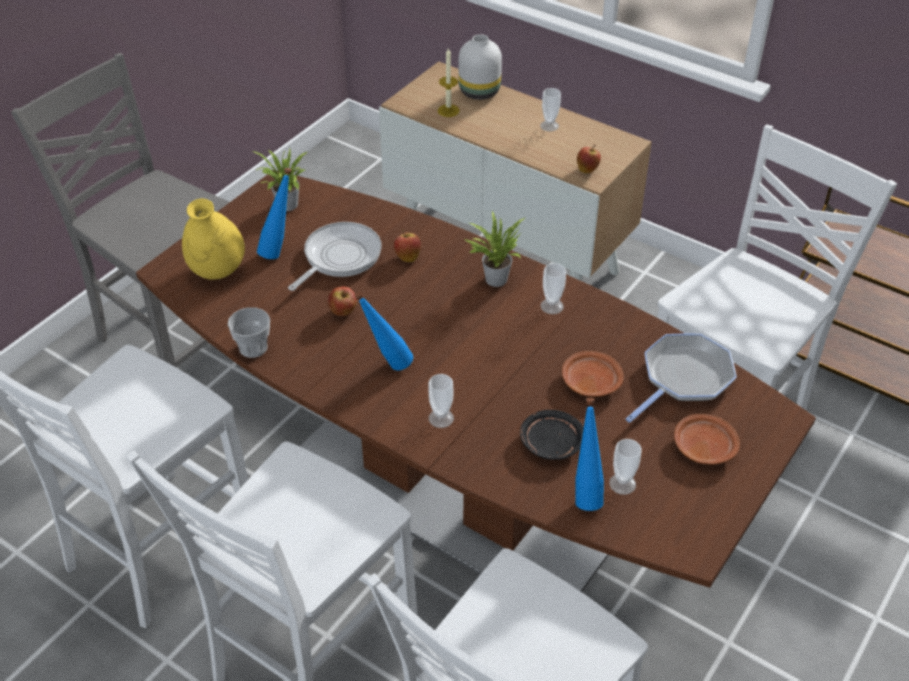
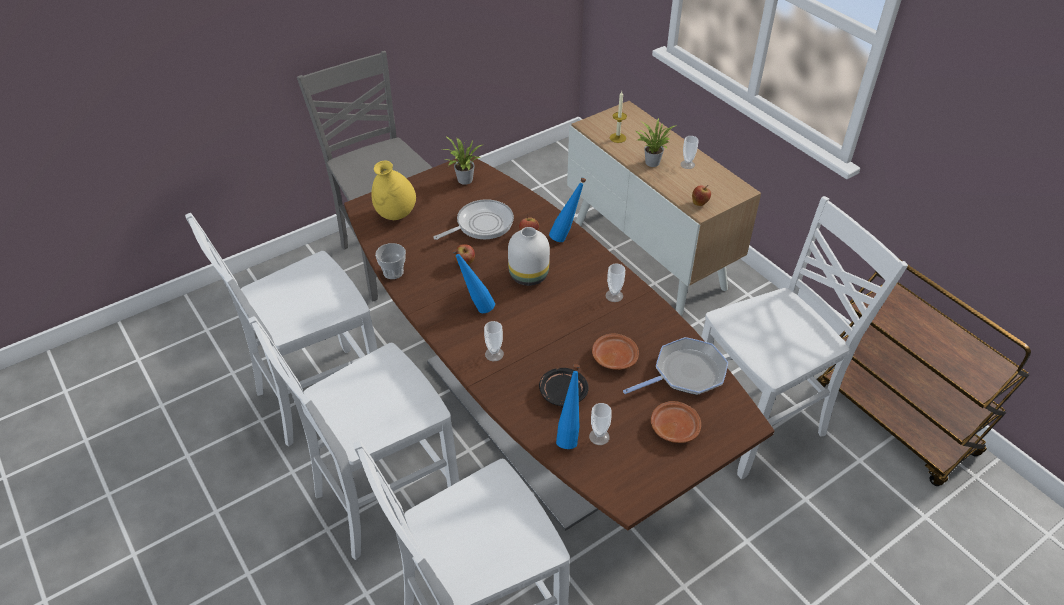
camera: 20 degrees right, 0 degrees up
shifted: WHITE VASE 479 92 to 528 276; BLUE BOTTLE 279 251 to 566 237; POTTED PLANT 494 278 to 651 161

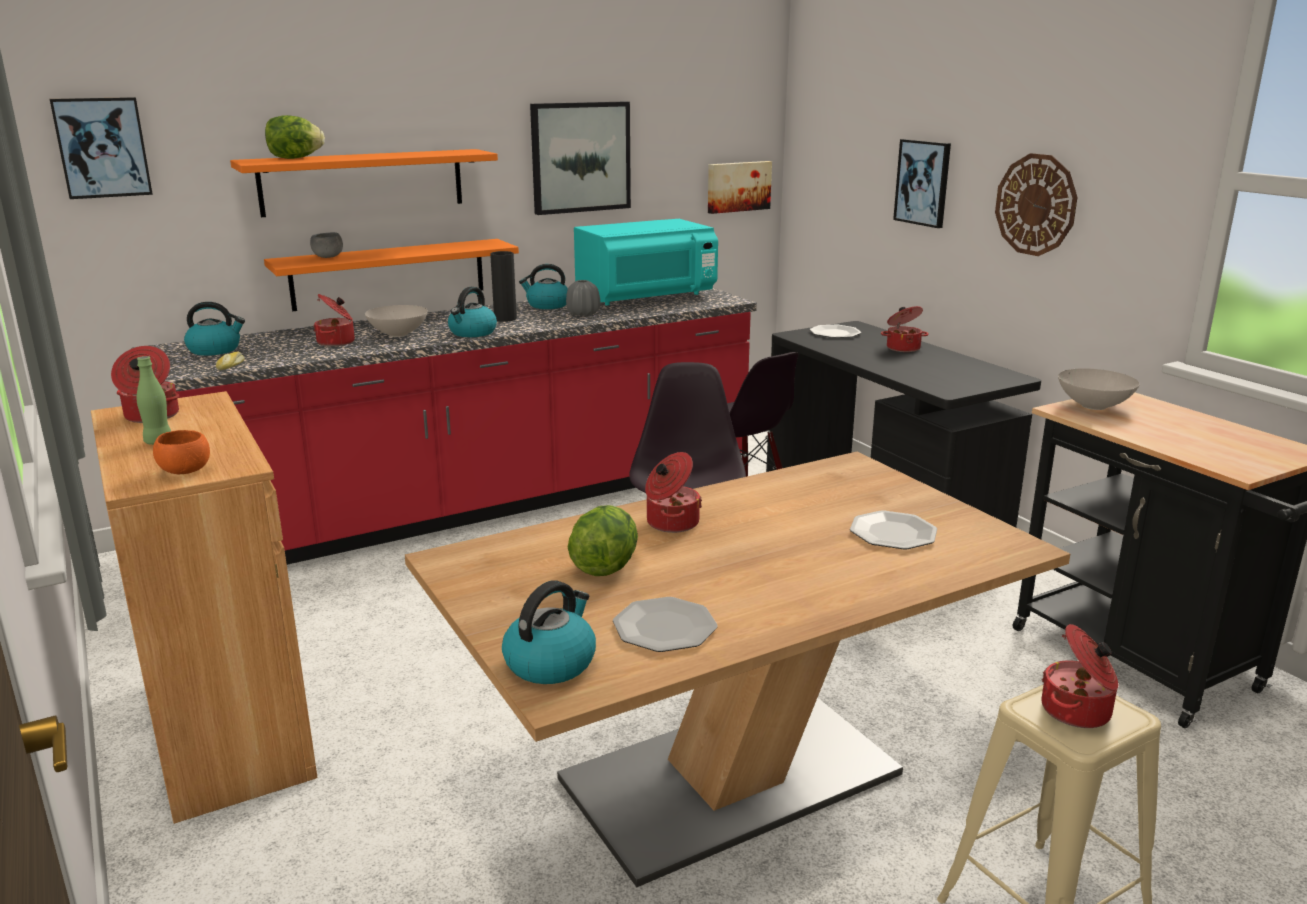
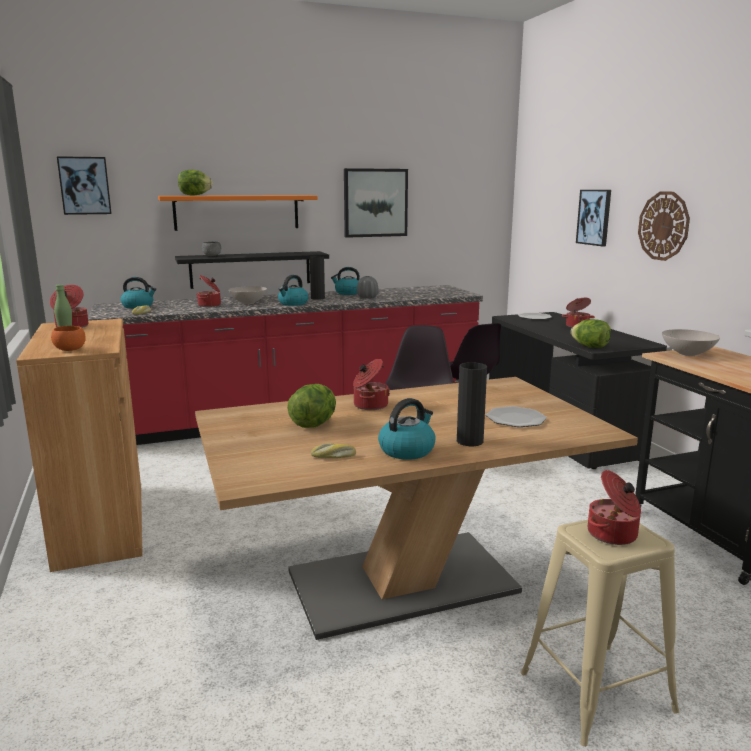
camera: 10 degrees right, 5 degrees down
gone: TURQUOISE MICROWAVE 646 298; PICTURE 738 186
new: BLACK VASE 470 441; LETTUCE 590 347
shifted: KETTLE 551 662 to 407 450
swapped: PLATE 665 627 to BREAD 333 456
repainted: ORANGE SHELF 389 274 to BLACK SHELF 251 269

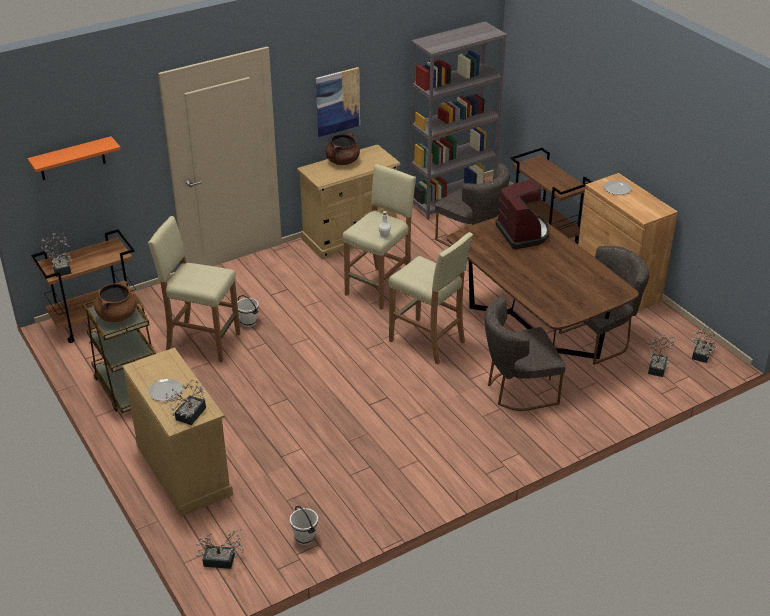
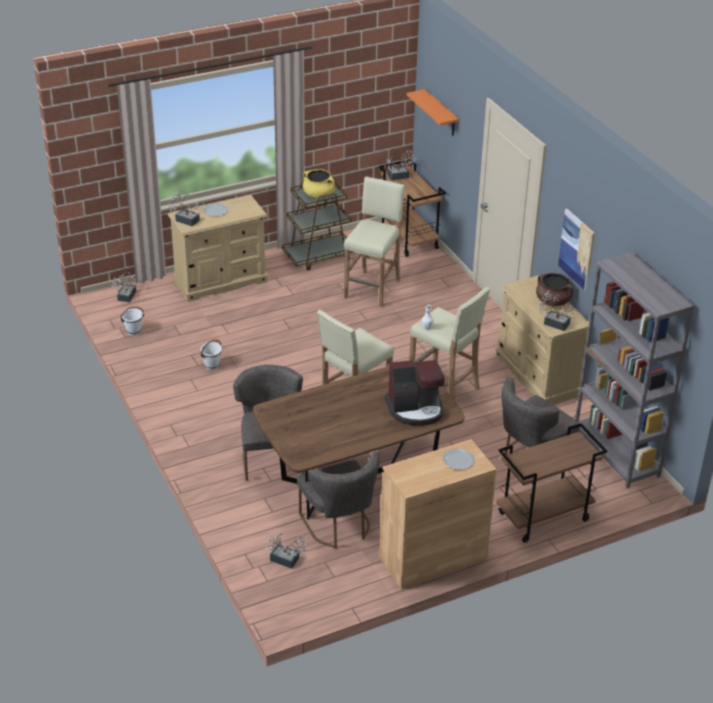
camera: 95 degrees right, 0 degrees up
shifted: WHITE BUCKET 248 322 to 211 365; POTTED PLANT 700 356 to 554 322
repainted: BROWN COOKING POT 117 315 to YELLOW COOKING POT 319 194

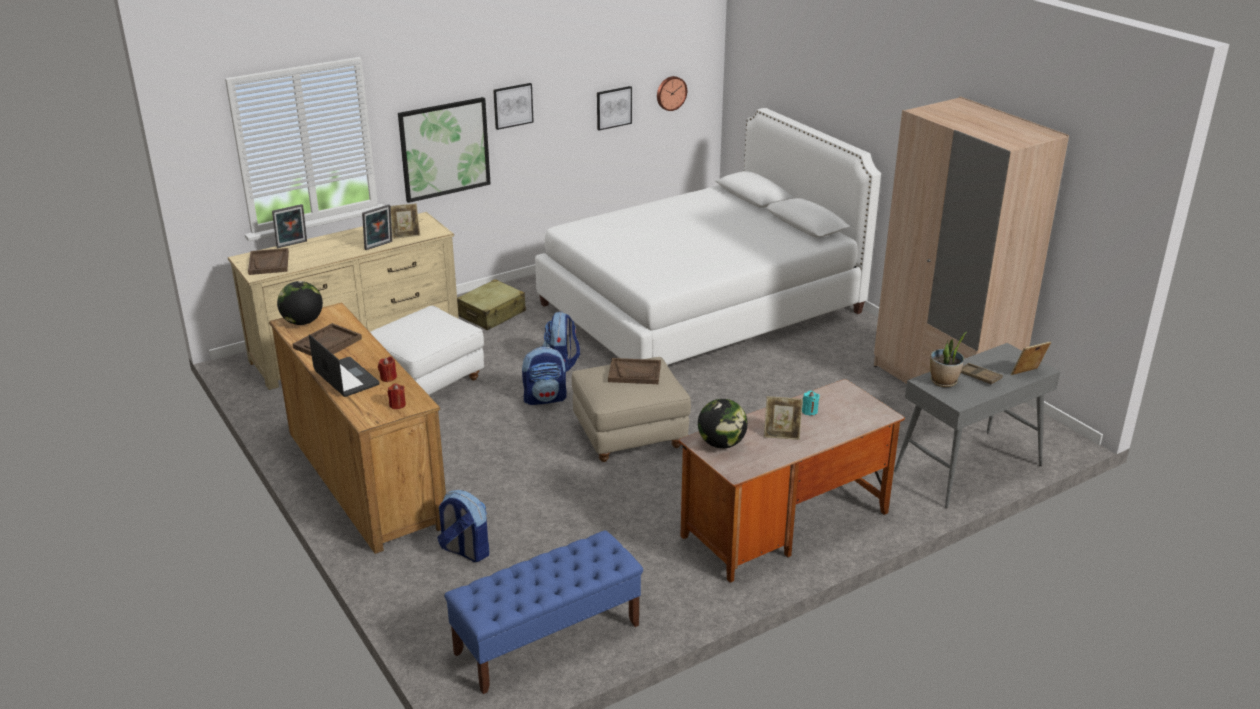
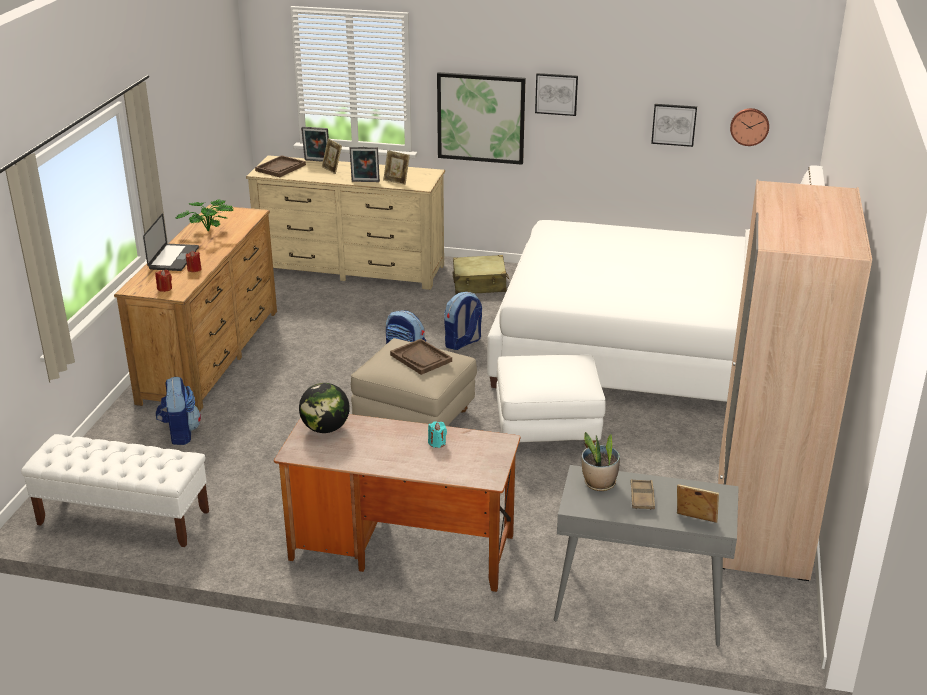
camera: 45 degrees right, 0 degrees up
gone: GLOBE 302 322
shifted: PICTURE FRAME 781 435 to 332 169; WHITE OTTOMAN 427 381 to 547 429
swapped: BROWN TRAY 327 343 to POTTED PLANT 208 232
repainted: BLUE BENCH 547 639 to WHITE BENCH 123 518

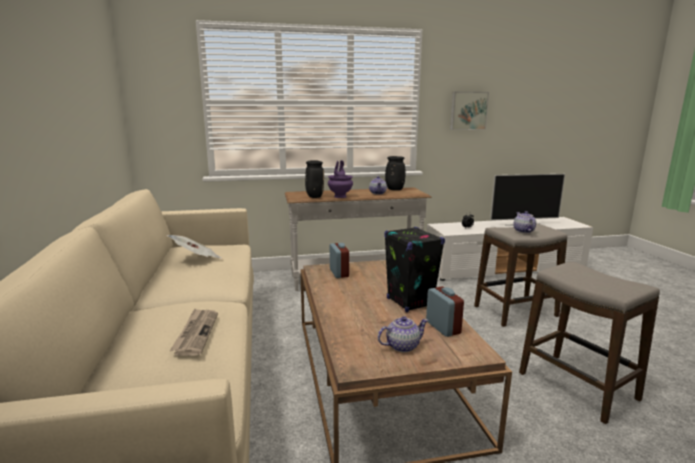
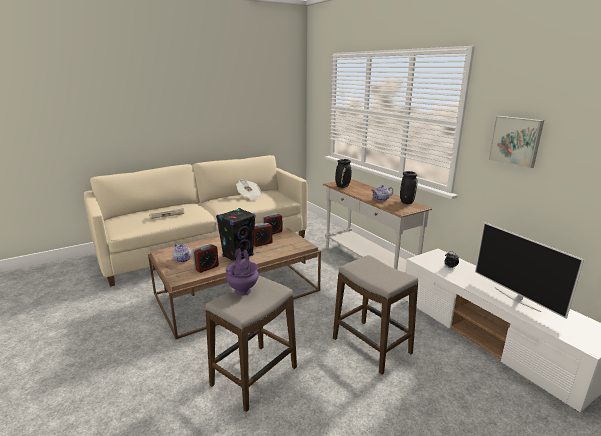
camera: 70 degrees right, 5 degrees up
gone: TEAPOT 523 231
new: ALARM CLOCK 262 243
shifted: PURPLE VASE 340 196 to 243 291

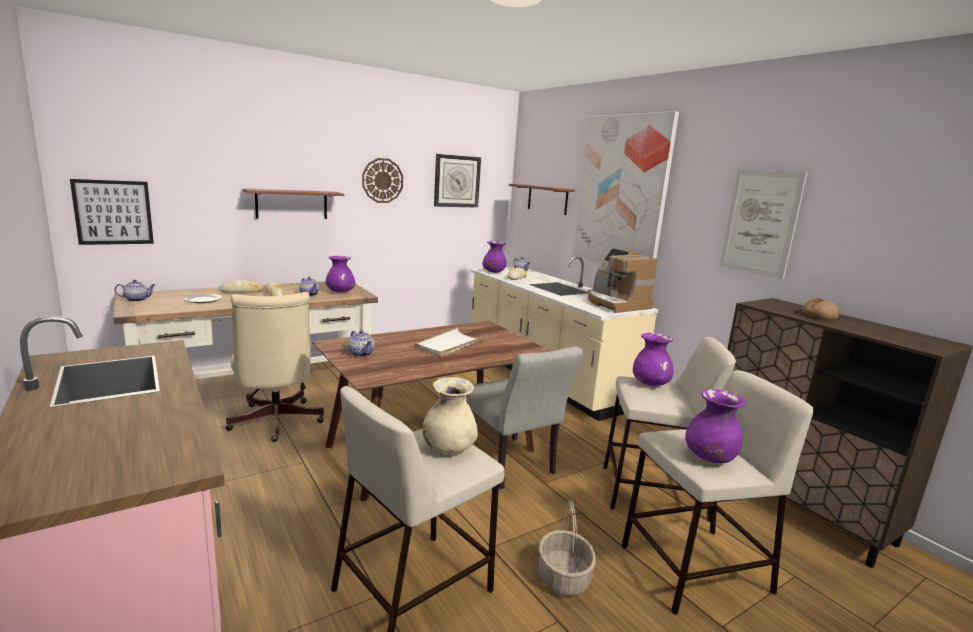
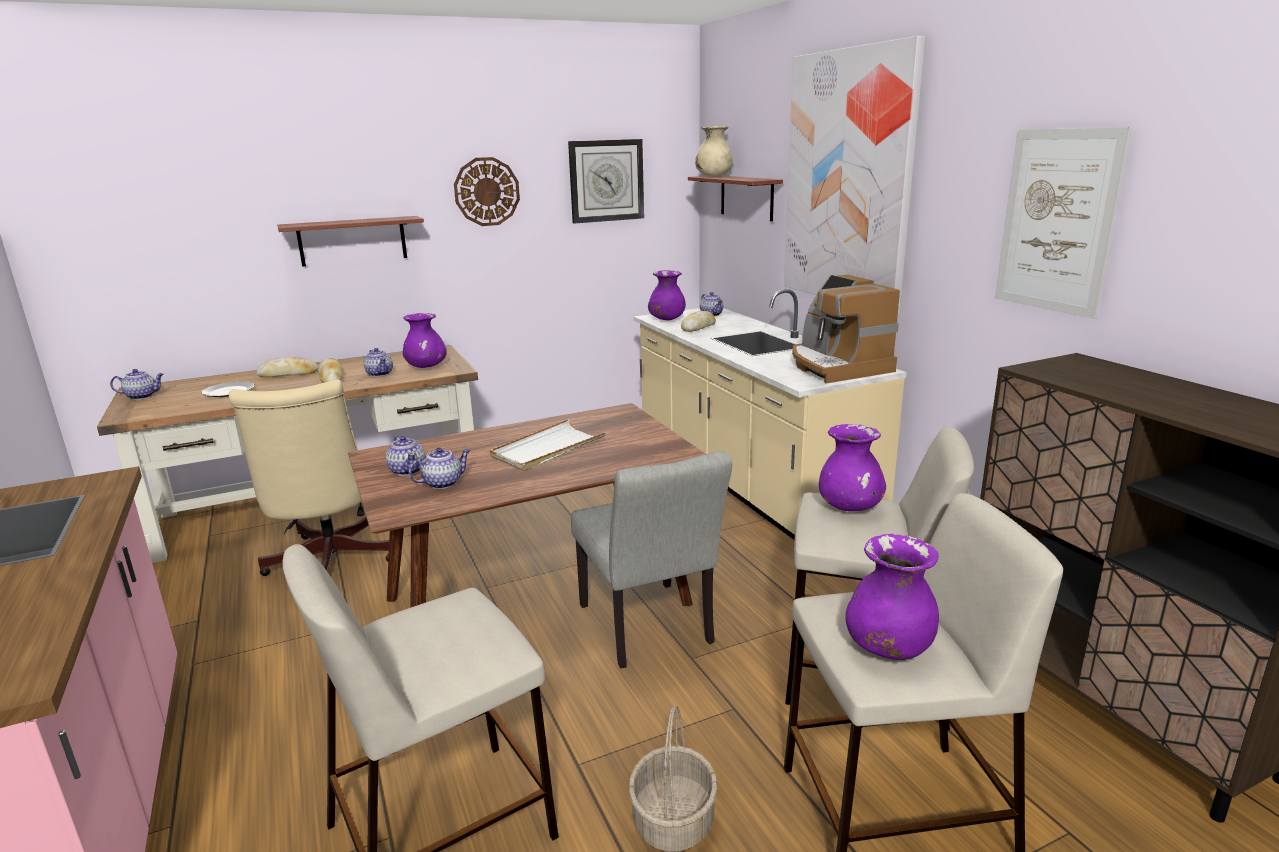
camera: 10 degrees right, 5 degrees up
gone: PICTURE 113 212; BREAD 818 316
new: TEAPOT 443 483
shifted: BEIGE VASE 448 448 to 713 176

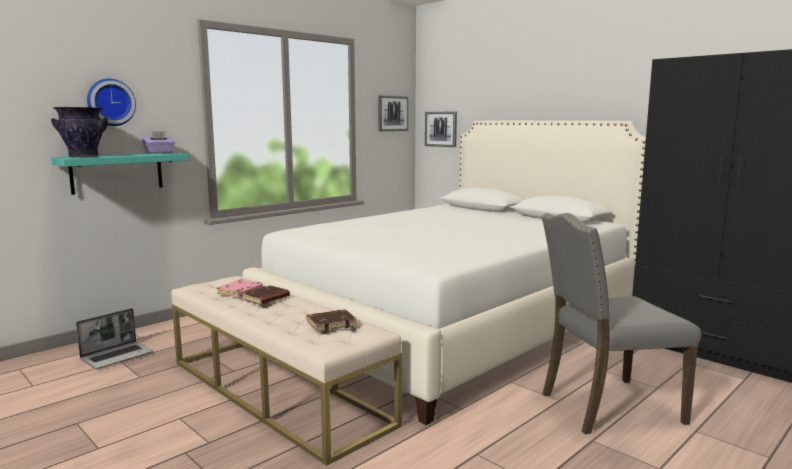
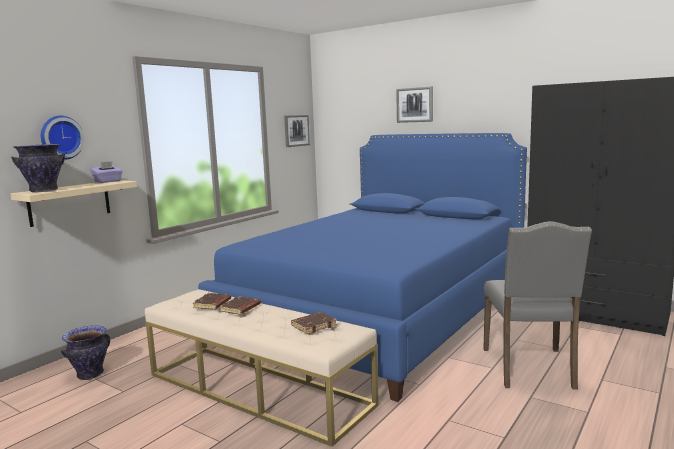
camera: 10 degrees left, 0 degrees up
shifted: PICTURE 441 129 to 414 105
swapped: LAPTOP 117 356 to VASE 90 374
repainted: TURQUOISE SHELF 117 172 to BEIGE SHELF 70 202; PINK BOOK 240 292 to BROWN BOOK 212 304; WHITE BED 452 325 to BLUE BED 379 314
rotated: GREY CHAIR 606 407 = 530 369 60 degrees counterclockwise

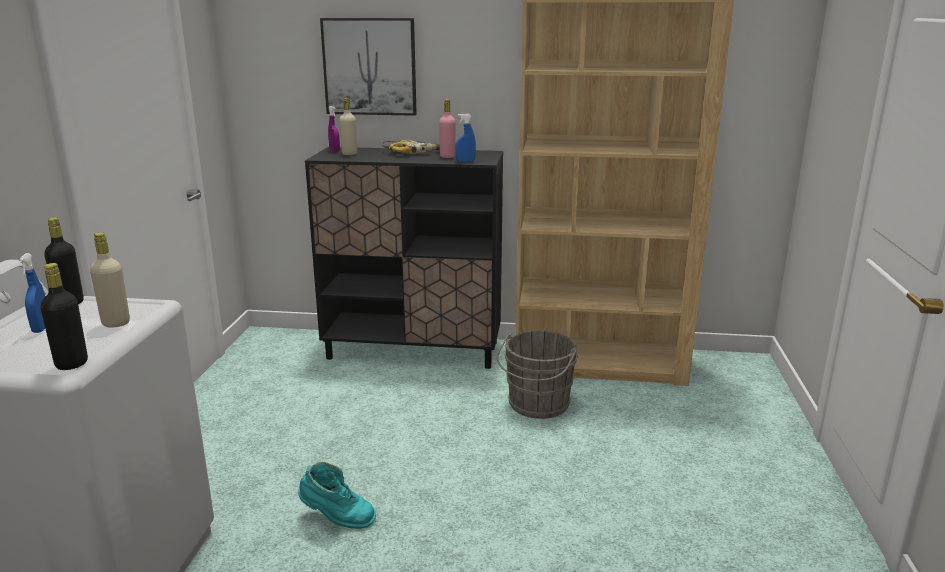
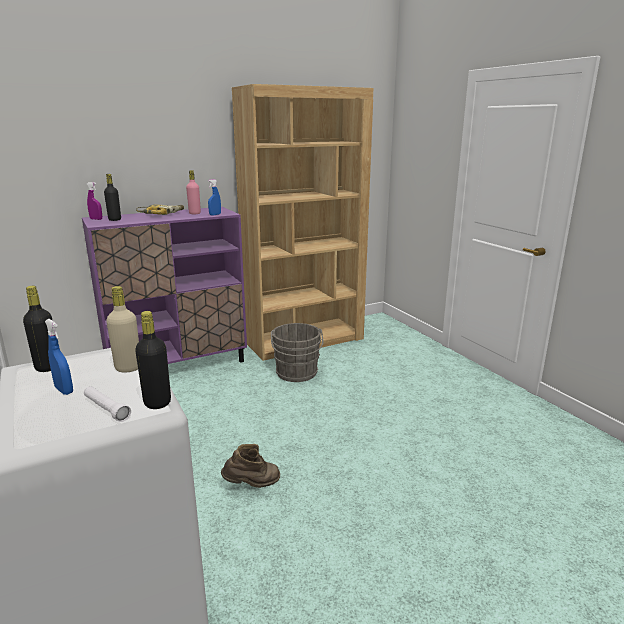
camera: 35 degrees left, 0 degrees up
gone: PICTURE 370 67
new: WHITE FLASHLIGHT 106 409
repainted: BLACK CABINET 414 350 to PURPLE CABINET 178 365; BEIGE BOTTLE 349 154 to BLACK BOTTLE 114 220; TURQUOISE BOOT 337 519 to BROWN BOOT 252 485

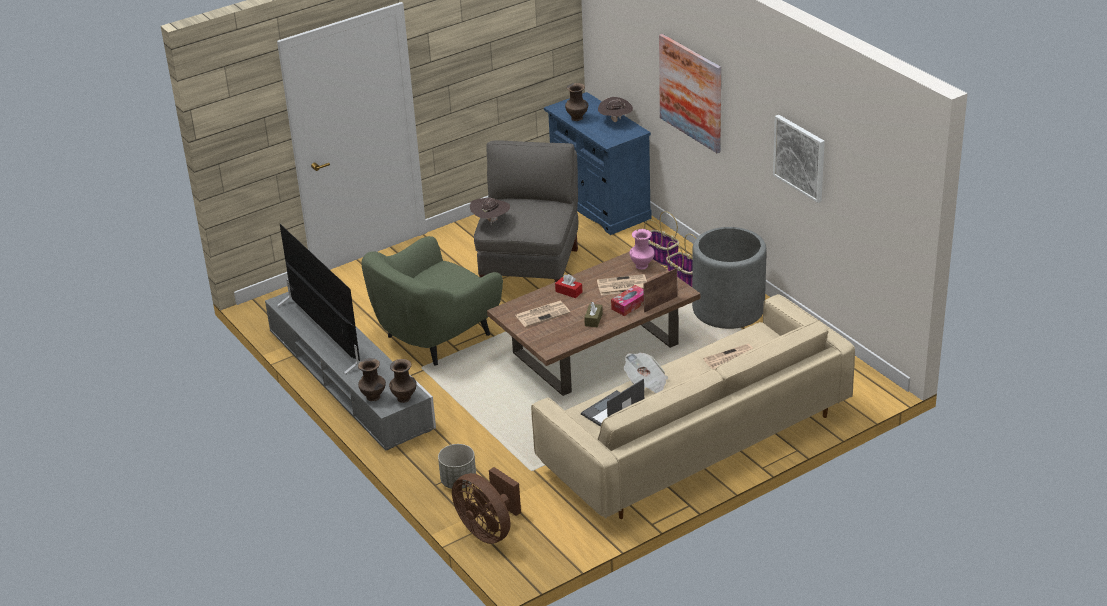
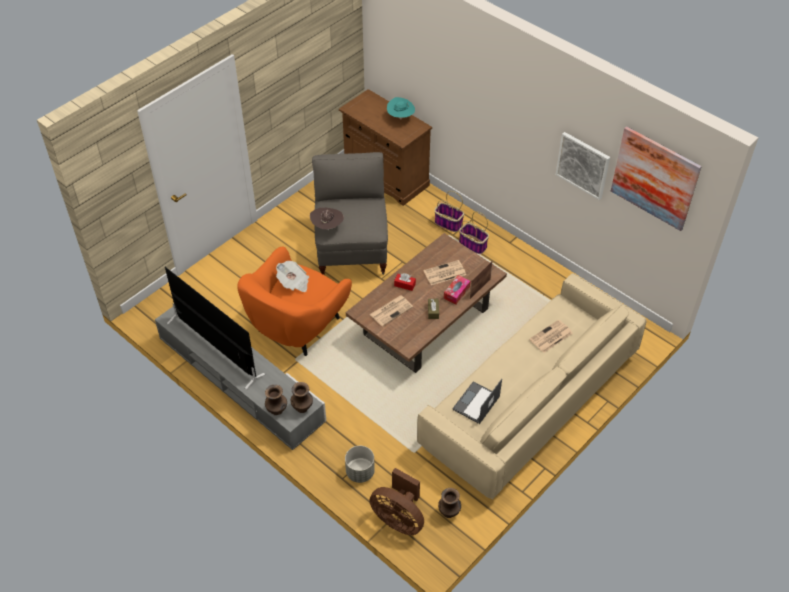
camera: 15 degrees left, 15 degrees up
gone: PINK VASE 642 266; GREY PLANTER 728 309
shifted: NEWSPAPER 646 383 to 293 283; BROWN VASE 577 118 to 449 512; PICTURE 691 92 to 655 178
repainted: GREEN ARMCHAIR 435 337 to ORANGE ARMCHAIR 297 326; BLUE CABINET 599 205 to BROWN CABINET 385 176; BROWN HAT 615 121 to TURQUOISE HAT 400 117

